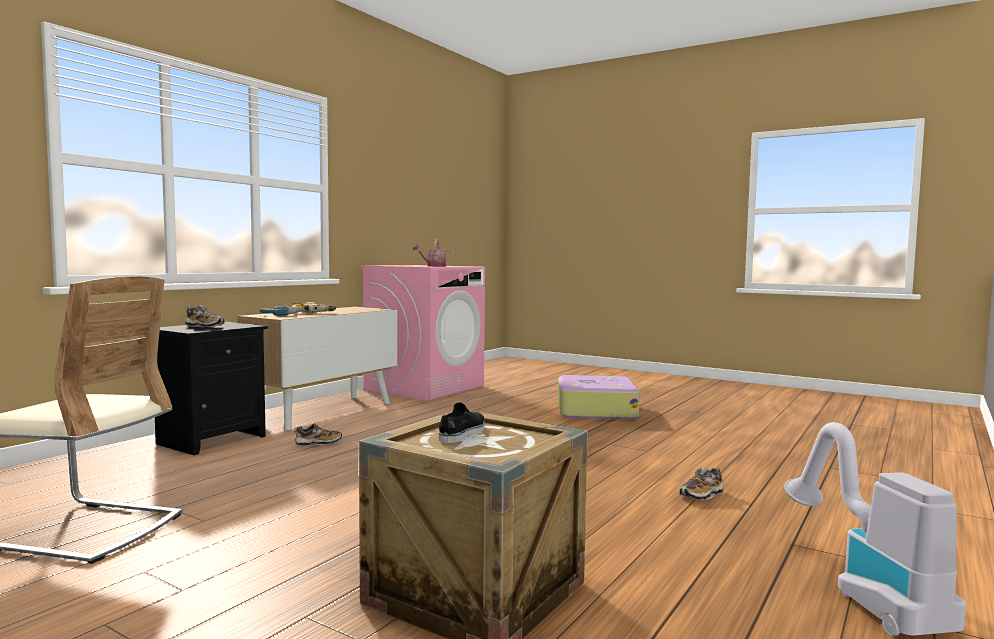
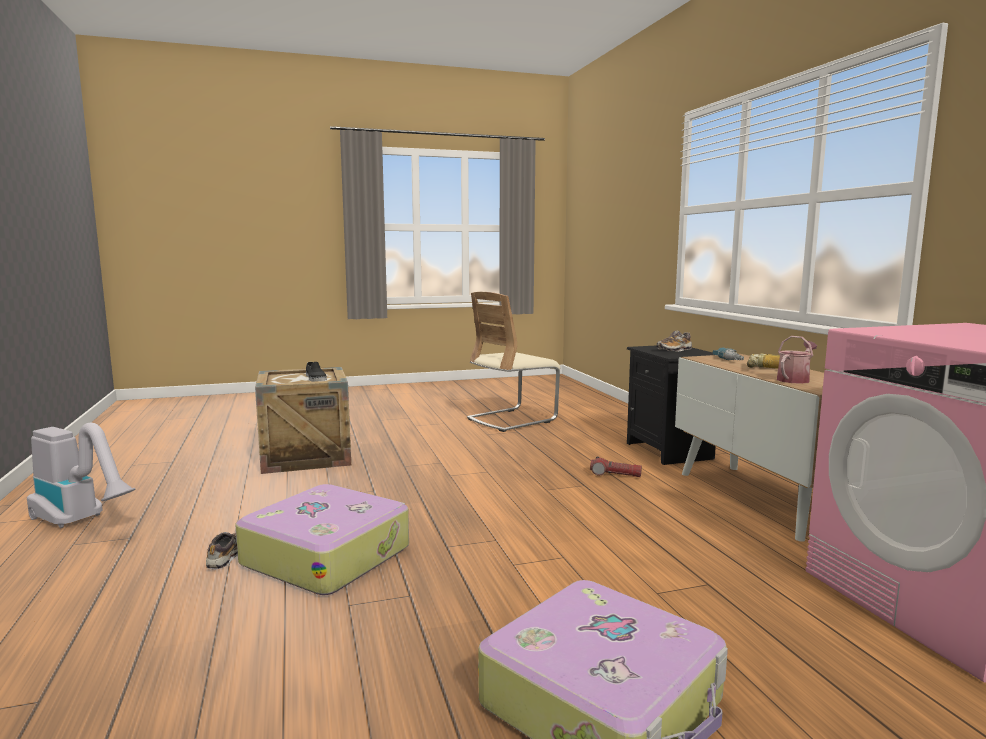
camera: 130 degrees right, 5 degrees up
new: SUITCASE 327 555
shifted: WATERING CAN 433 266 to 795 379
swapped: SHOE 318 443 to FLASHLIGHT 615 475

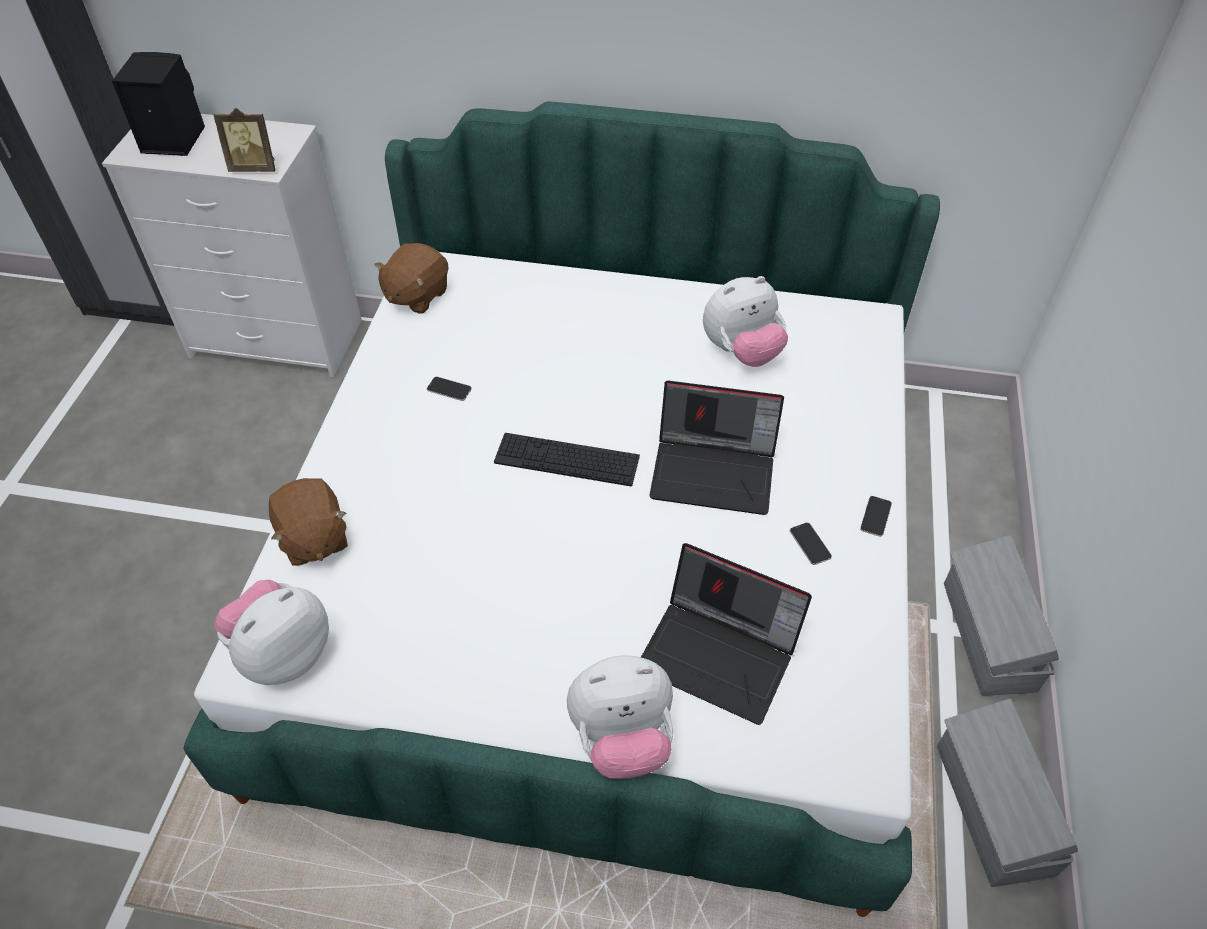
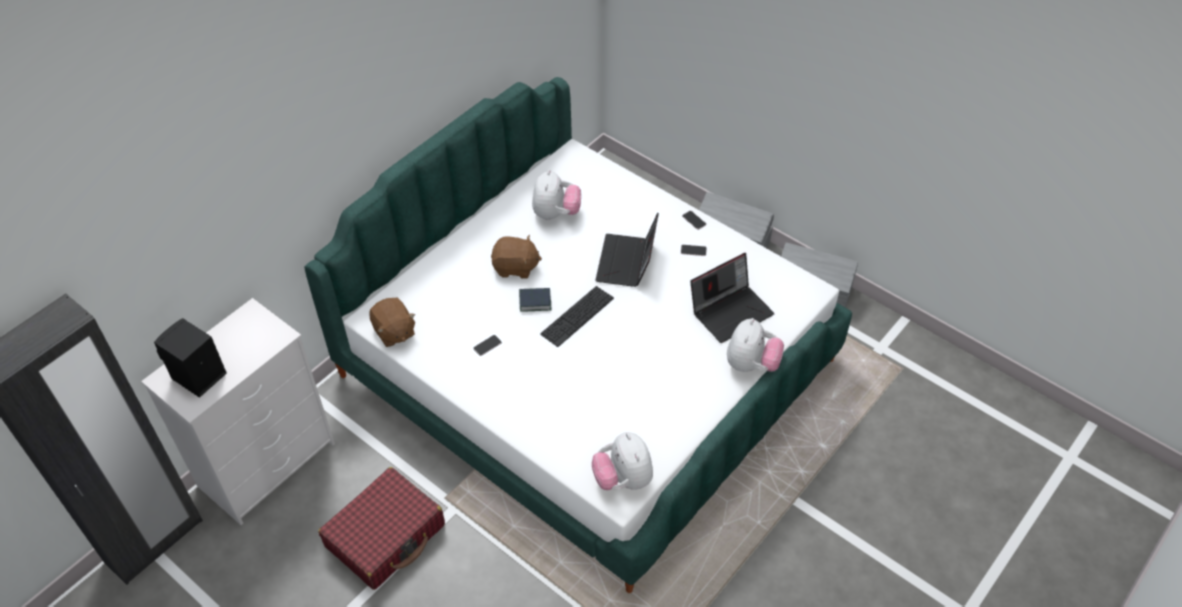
camera: 60 degrees left, 0 degrees up
gone: PICTURE FRAME 255 167
new: RED SUITCASE 386 536; BOOK 535 302
shifted: BROWN PLUSH TOY 313 539 to 515 267
rotated: LAPTOP 715 471 = 627 262 150 degrees clockwise

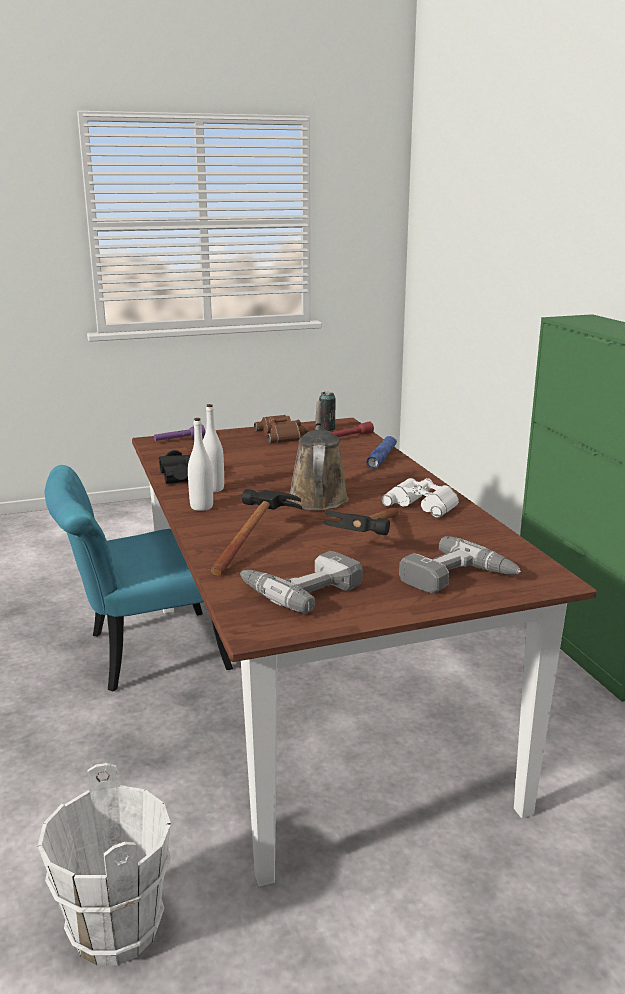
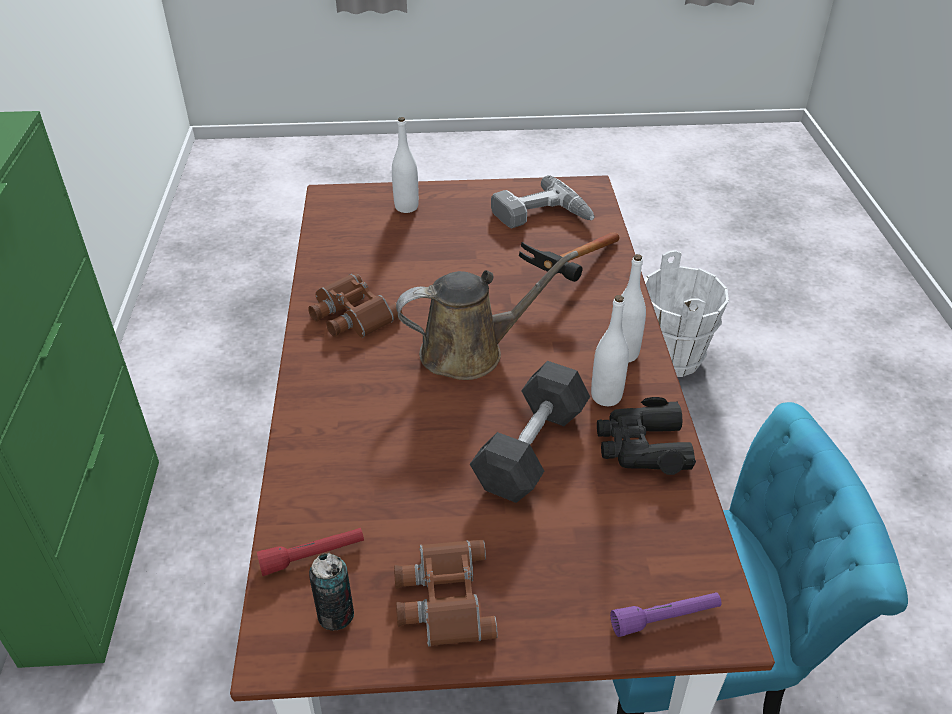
camera: 165 degrees left, 20 degrees up
gone: HAMMER 370 543; BLUE FLASHLIGHT 381 458
new: GREY DUMBBELL 531 449
swapped: POWER DRILL 458 579 to WHITE BOTTLE 406 207
repainted: WHITE BINOCULARS 423 504 to BROWN BINOCULARS 350 314
rotated: BROWN WATERING CAN 317 497 = 470 351 120 degrees counterclockwise

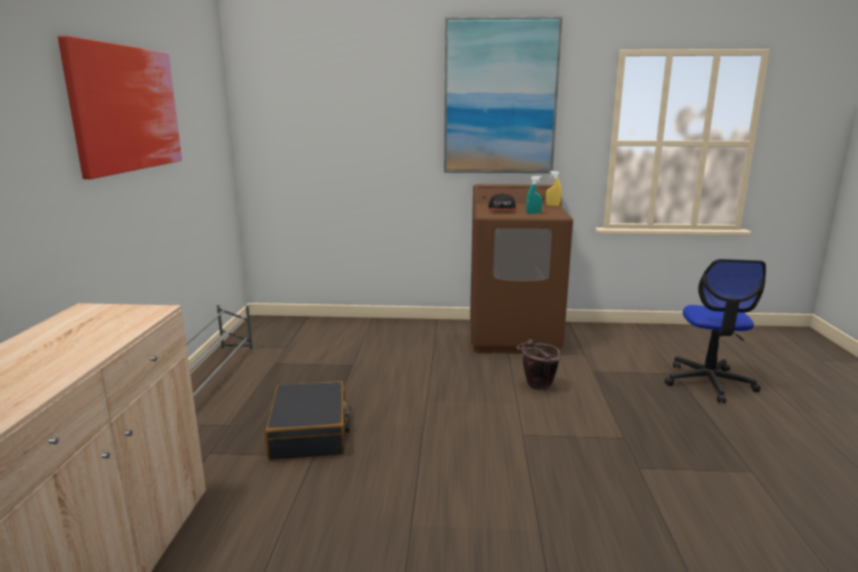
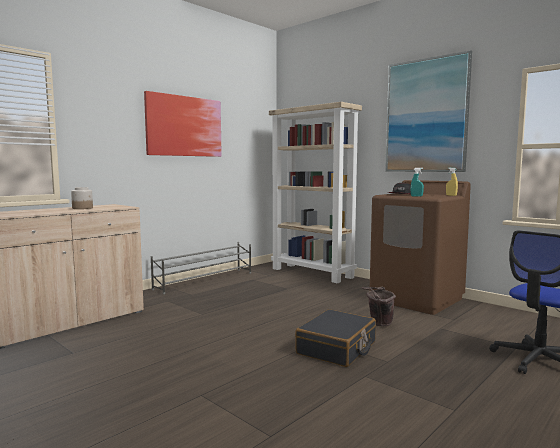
camera: 40 degrees right, 10 degrees down
new: JAR 83 208; BEIGE BOOKCASE 312 273
shifted: BLACK SUITCASE 310 433 to 337 348

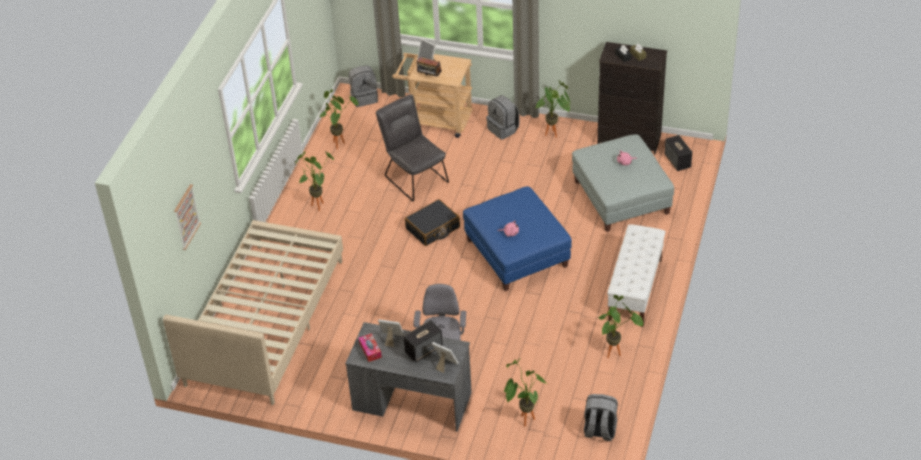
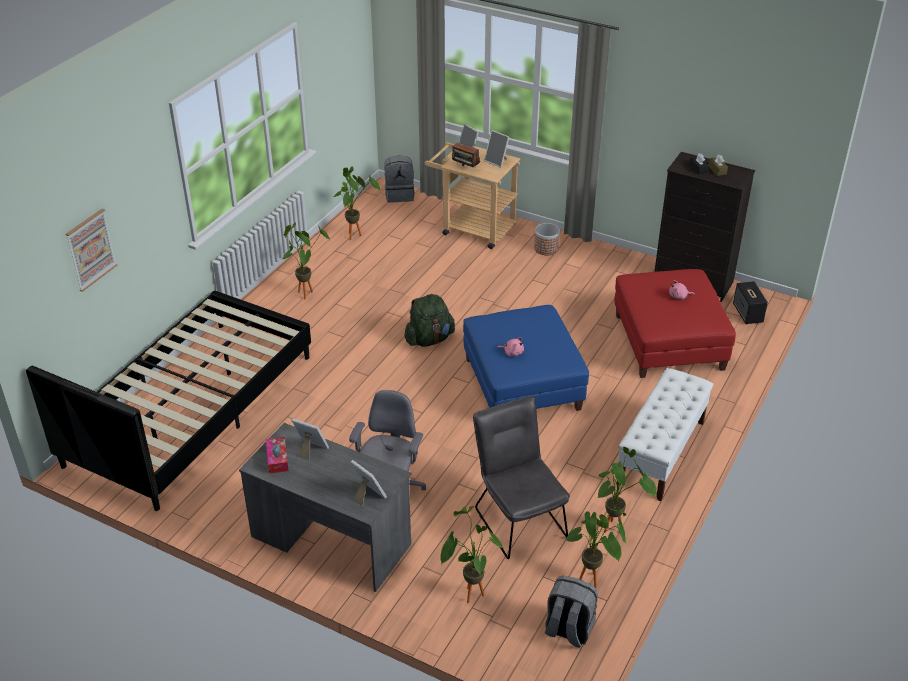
camera: 10 degrees right, 5 degrees down
gone: SPEAKER 424 349
new: PICTURE FRAME 497 161
shifted: GREY CHAIR 414 177 to 517 518; POTTED PLANT 555 134 to 594 581
swapped: BLACK SUITCASE 433 228 to GREEN BACKPACK 429 339; GREY BACKPACK 503 129 to PLANTER 546 248
repainted: BEIGE BED 265 322 to BLACK BED 191 410; GREY OTTOMAN 622 197 to RED OTTOMAN 669 342

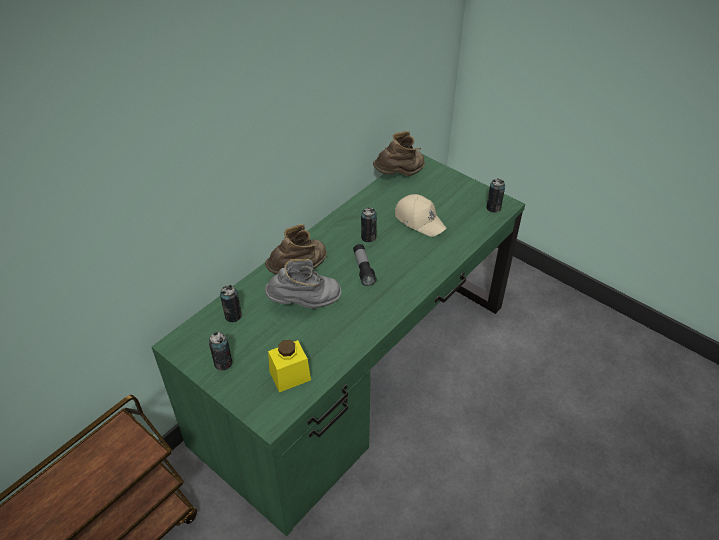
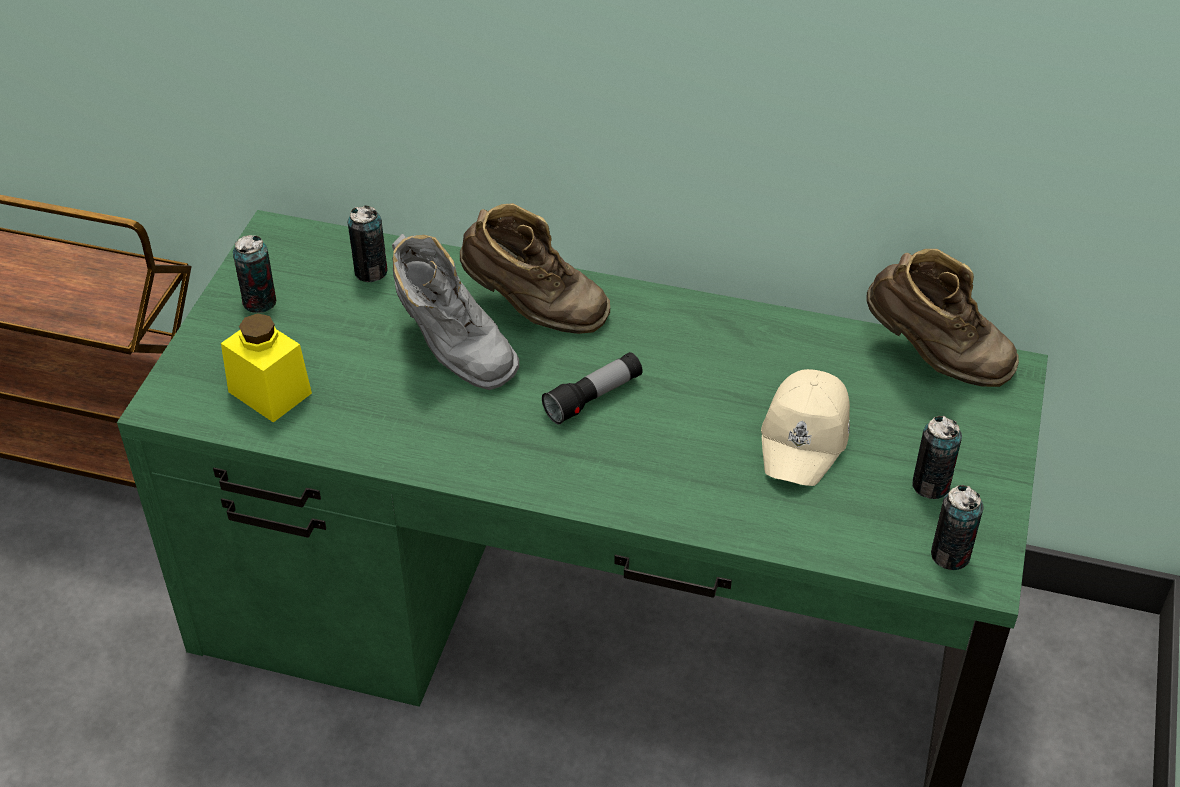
camera: 65 degrees right, 0 degrees up
shifted: CAN 368 237 to 930 485

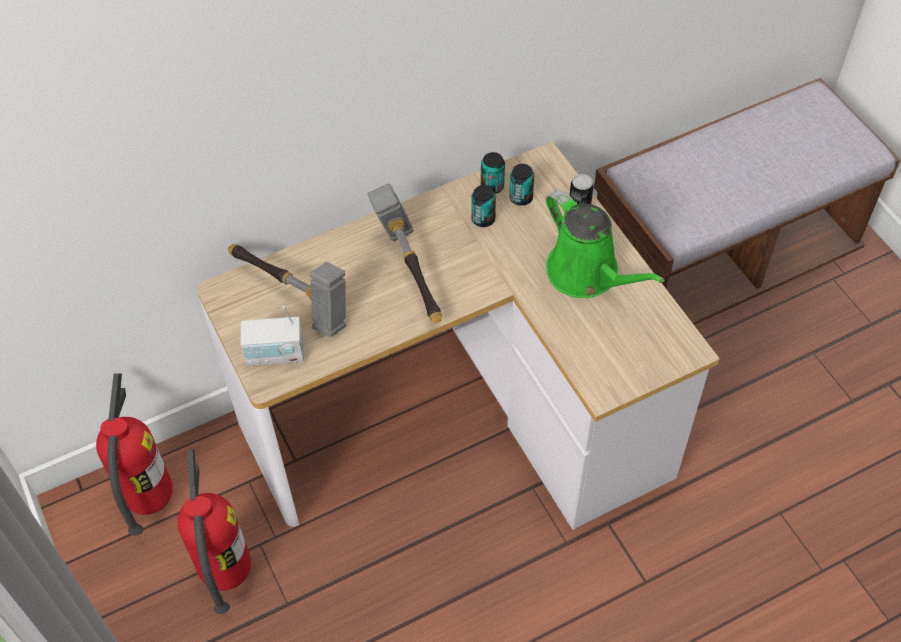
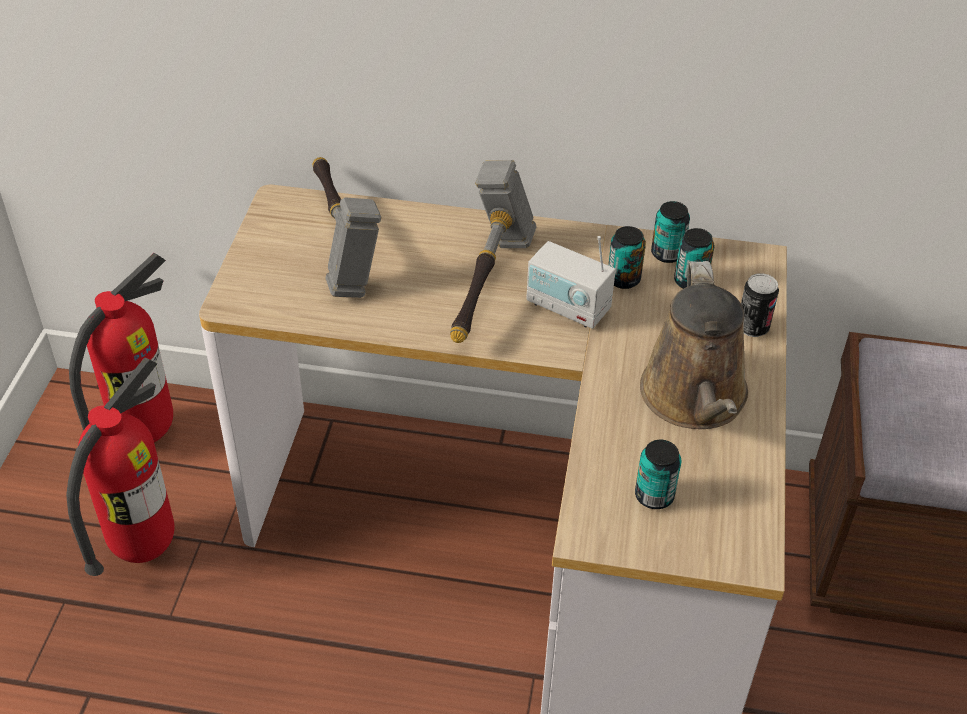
camera: 35 degrees right, 10 degrees down
new: CAN 654 496
shifted: RADIO 275 354 to 568 307
repainted: GREEN WATERING CAN 587 274 to BROWN WATERING CAN 695 399

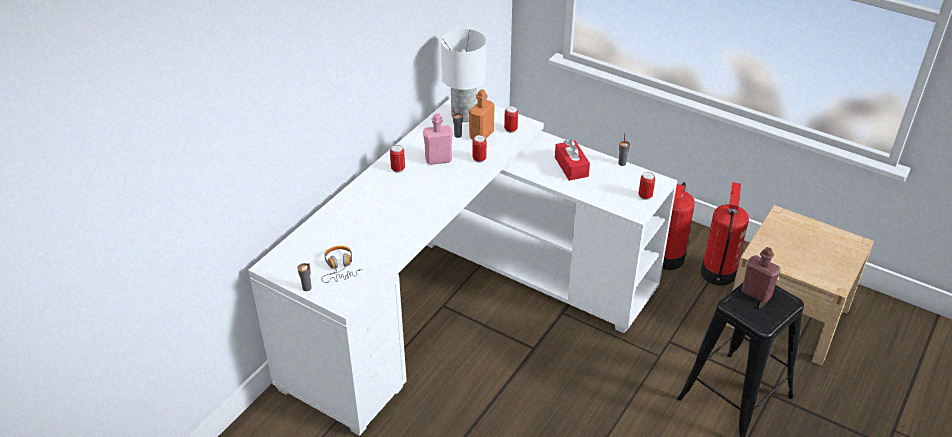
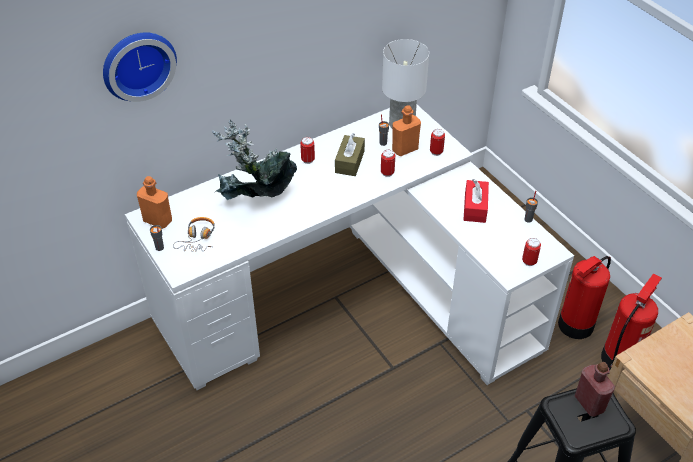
camera: 25 degrees right, 5 degrees up
new: WALL CLOCK 137 64; ORANGE BOTTLE 158 221; POTTED PLANT 256 202
swapped: PINK BOTTLE 438 159 to BROWN TISSUE BOX 349 162

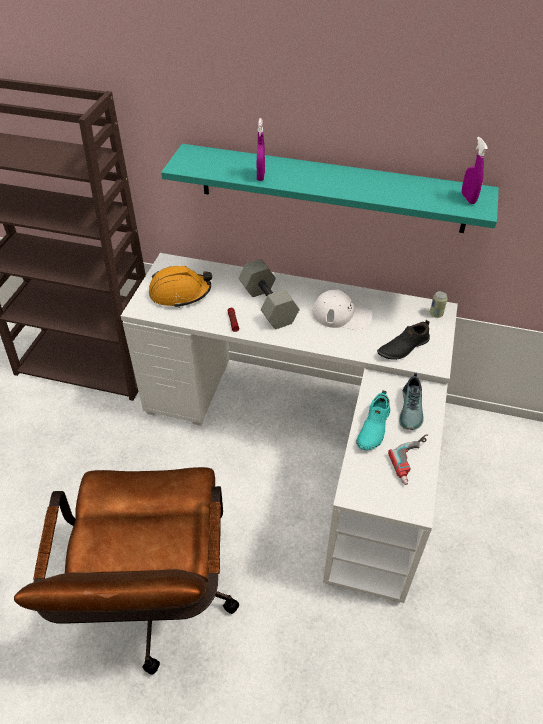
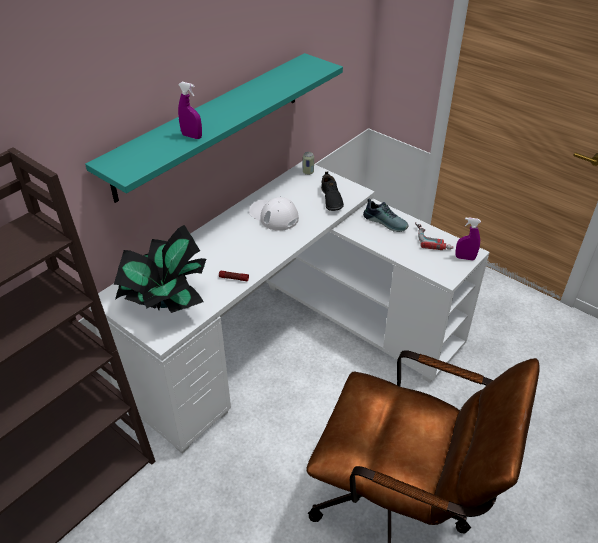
camera: 65 degrees left, 5 degrees down
gone: GREY DUMBBELL 267 305; TURQUOISE SHOE 373 428
shifted: PURPLE SPRAY BOTTLE 468 198 to 465 258
swapped: ORANGE HARD HAT 180 293 to POTTED PLANT 164 302
rotated: WHITE CAP 341 315 = 273 216 90 degrees counterclockwise

